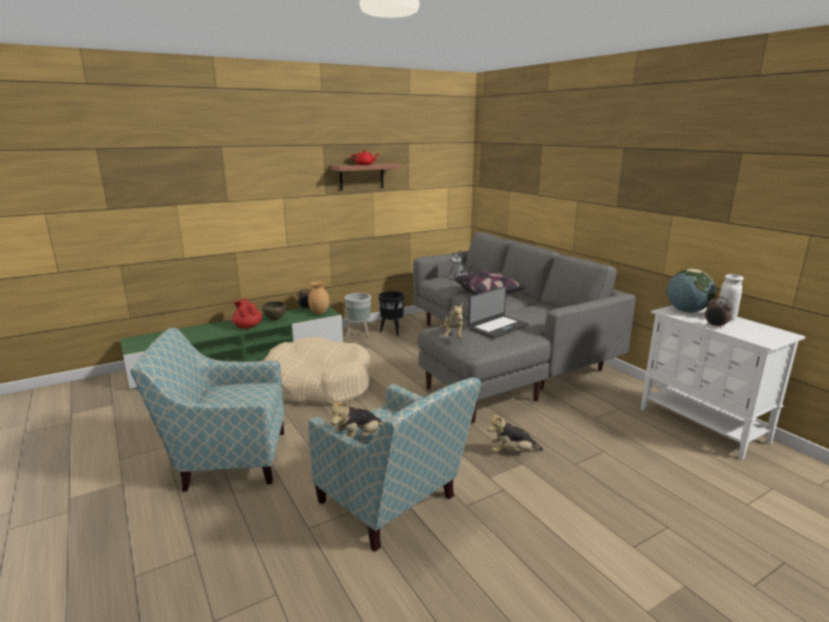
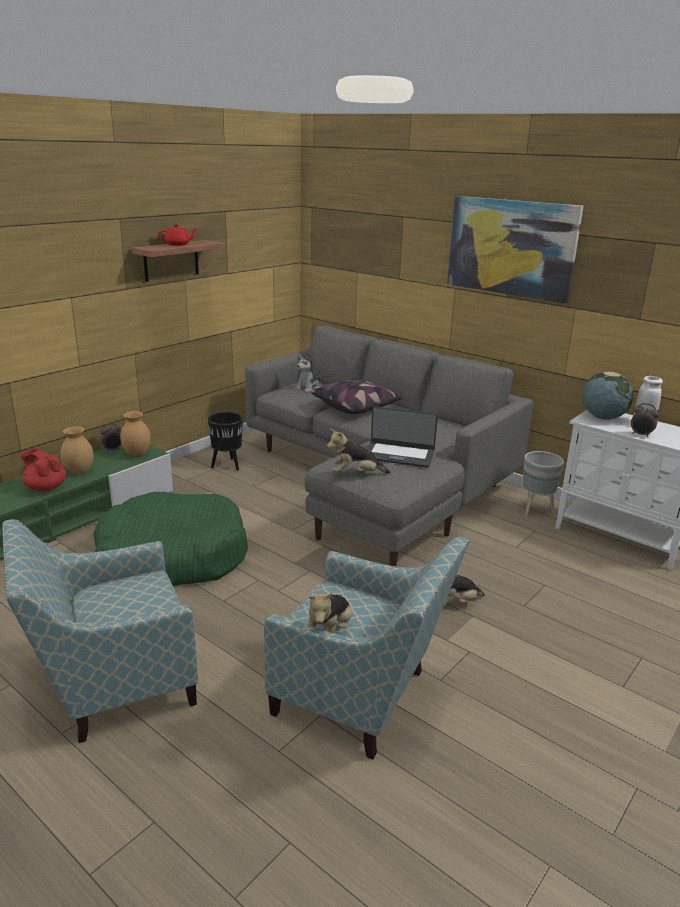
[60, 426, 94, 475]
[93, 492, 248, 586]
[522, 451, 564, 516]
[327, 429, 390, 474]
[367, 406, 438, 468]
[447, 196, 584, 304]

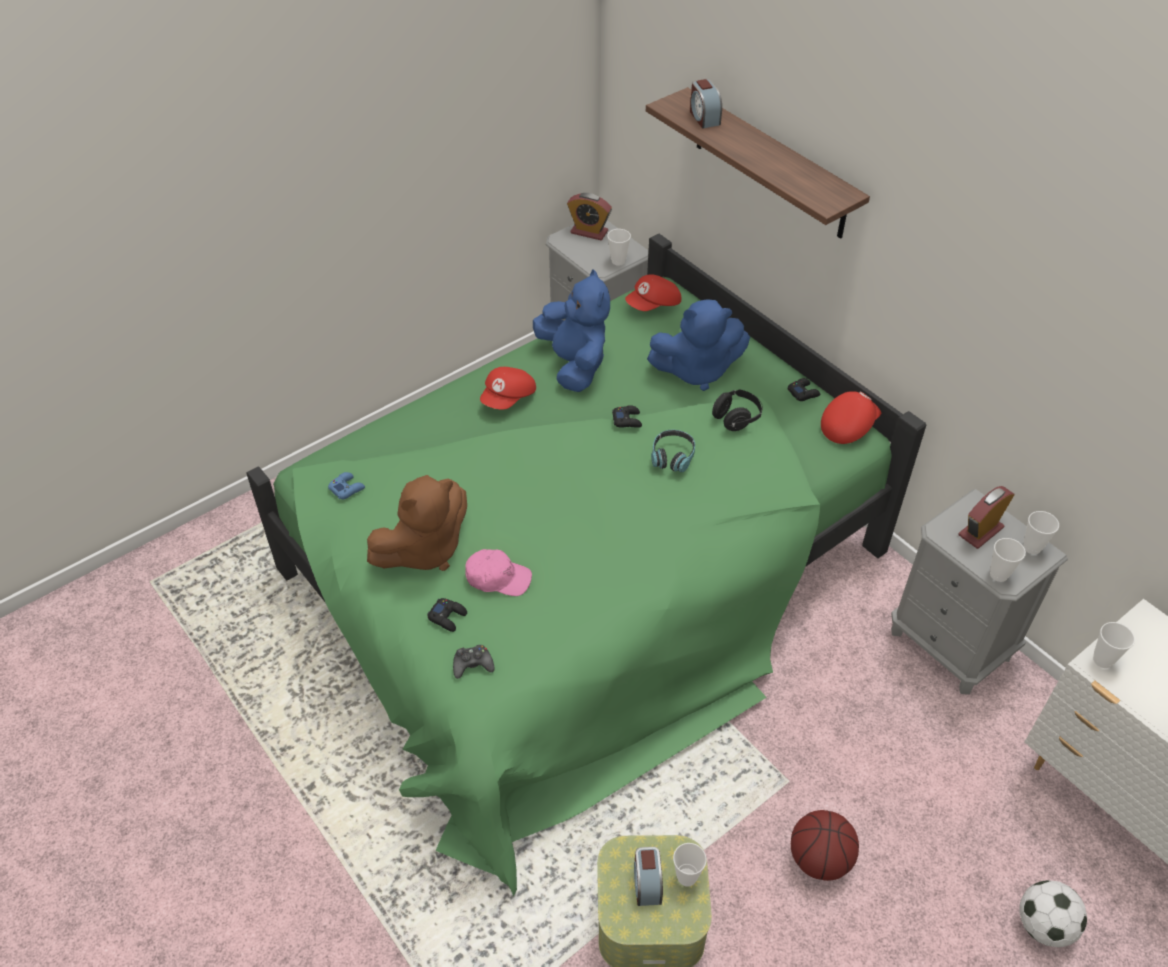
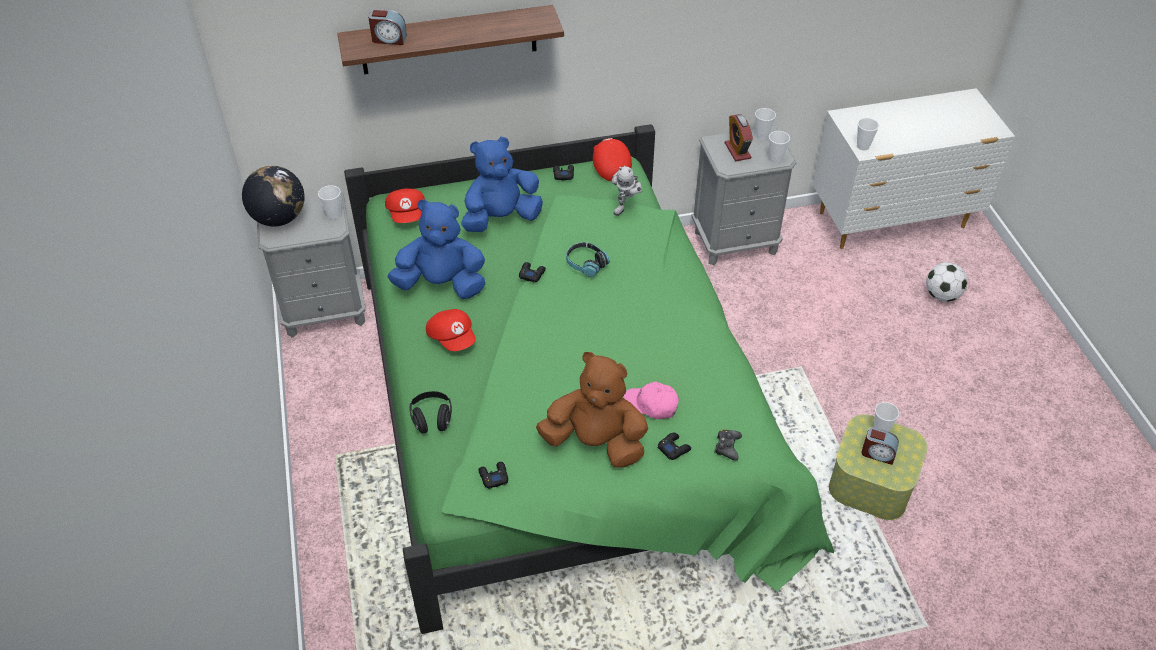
[478, 462, 508, 489]
[536, 352, 648, 468]
[623, 381, 679, 419]
[242, 166, 305, 227]
[461, 137, 543, 232]
[410, 391, 452, 434]
[791, 810, 859, 881] (first image)
[612, 166, 642, 216]

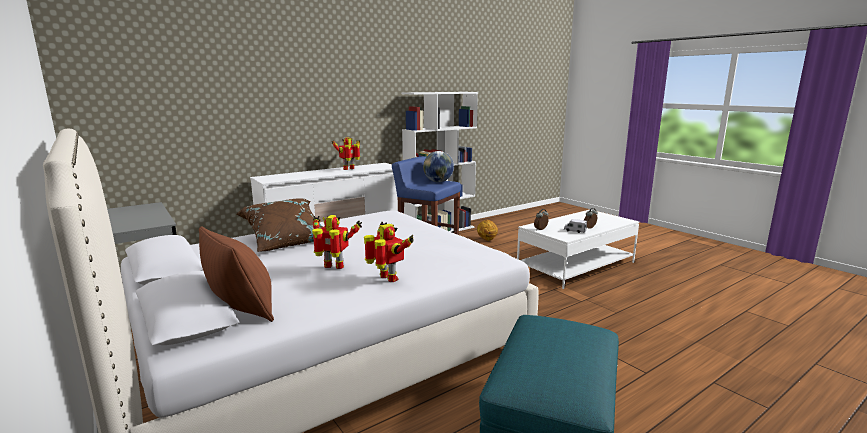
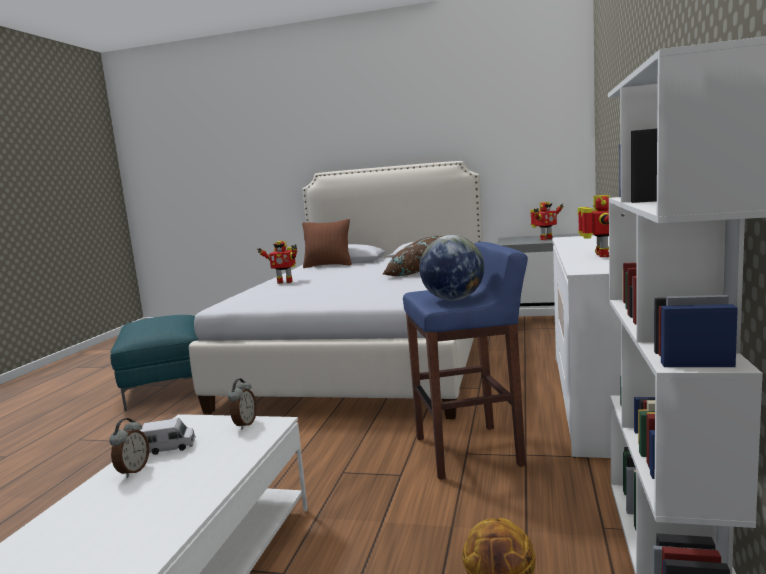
[530, 202, 564, 240]

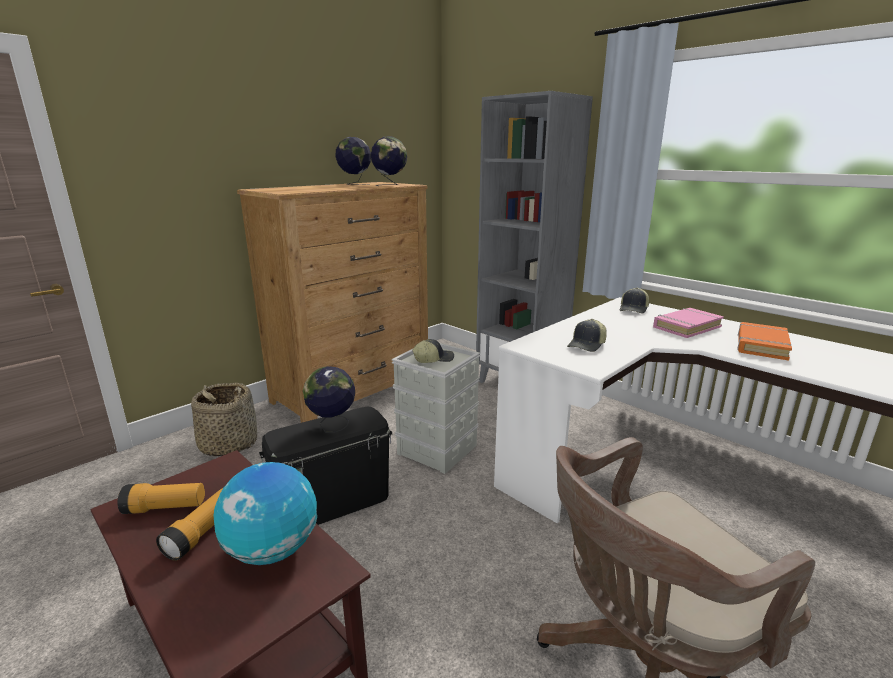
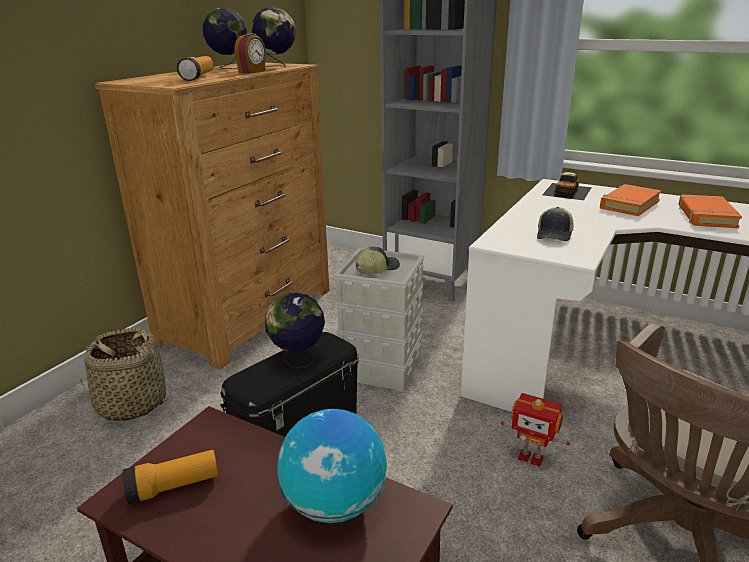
[177, 56, 213, 81]
[542, 172, 592, 200]
[600, 184, 661, 216]
[234, 33, 266, 74]
[501, 393, 570, 467]

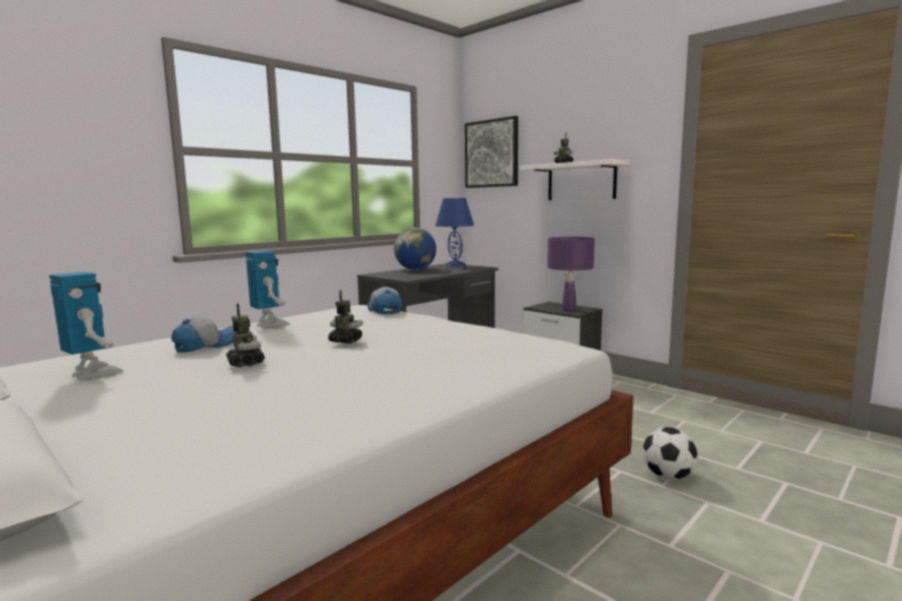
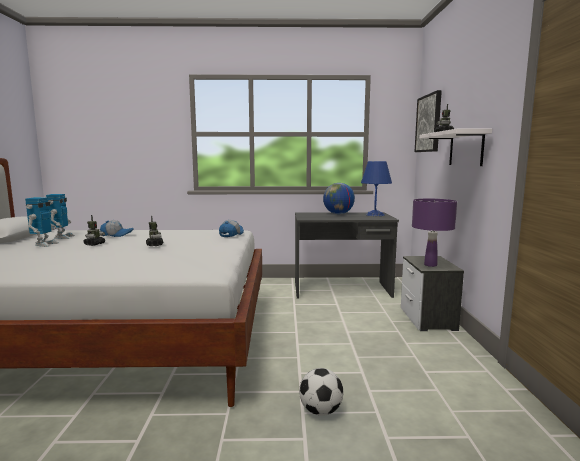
[25, 197, 59, 247]

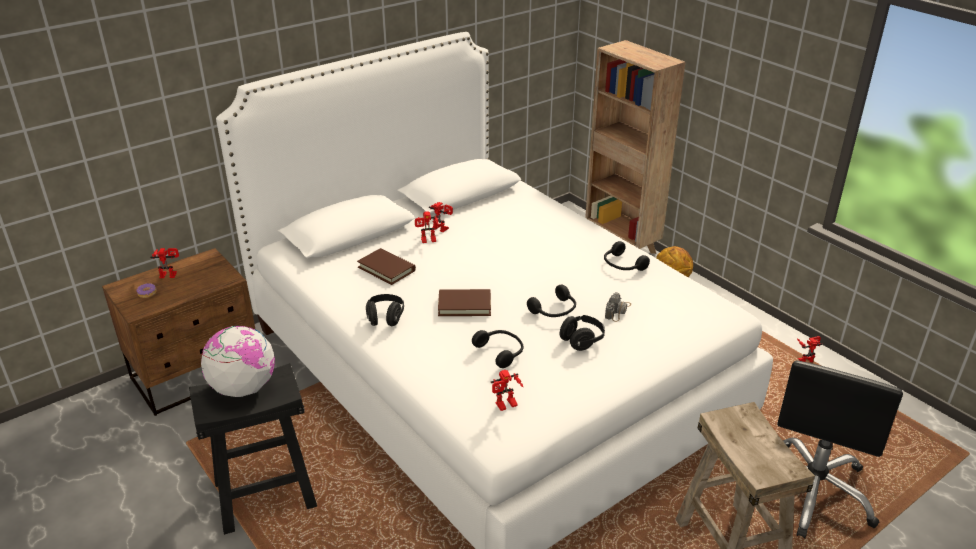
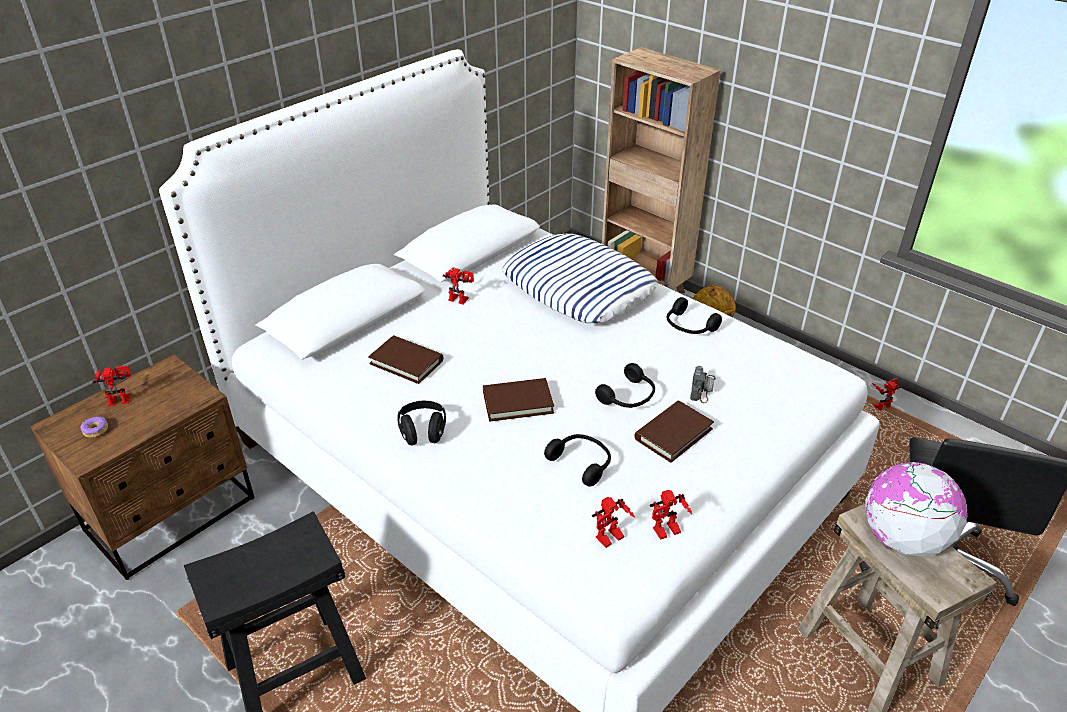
[865, 462, 968, 557]
[650, 490, 692, 540]
[634, 401, 714, 463]
[502, 233, 658, 323]

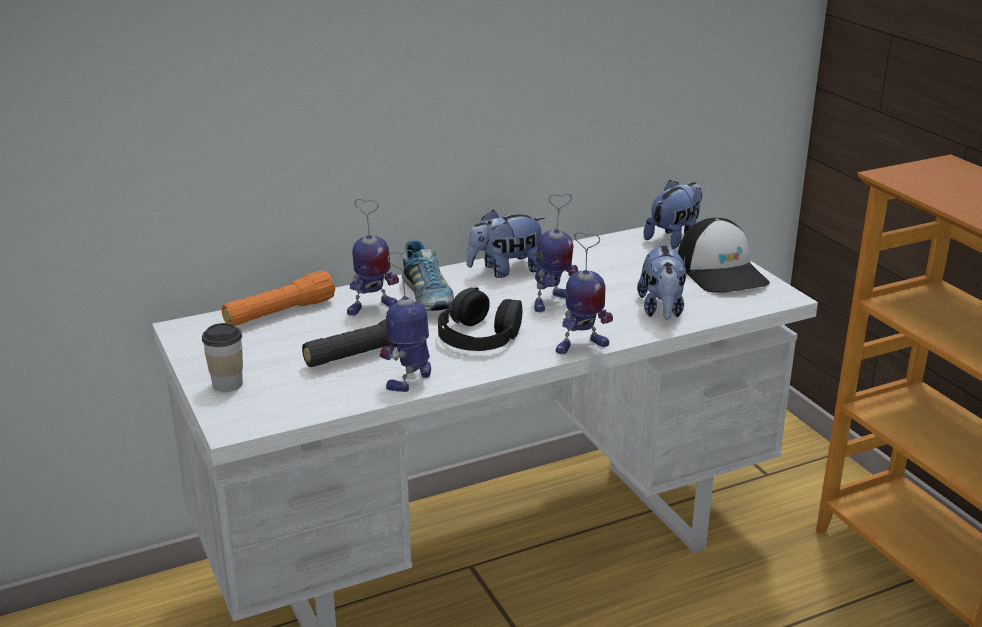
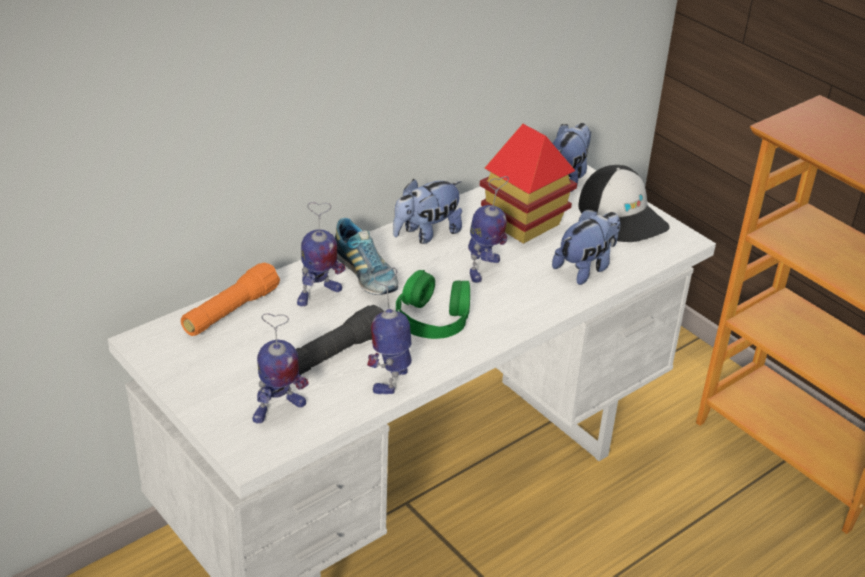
[202, 323, 243, 392] (first image)
[396, 270, 470, 339]
[253, 313, 309, 424]
[552, 209, 620, 285]
[480, 124, 577, 244]

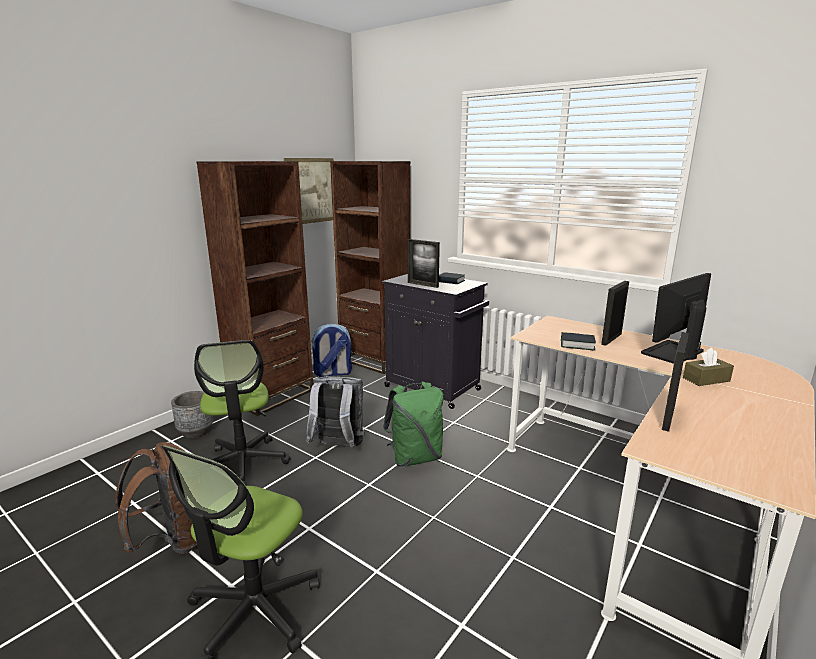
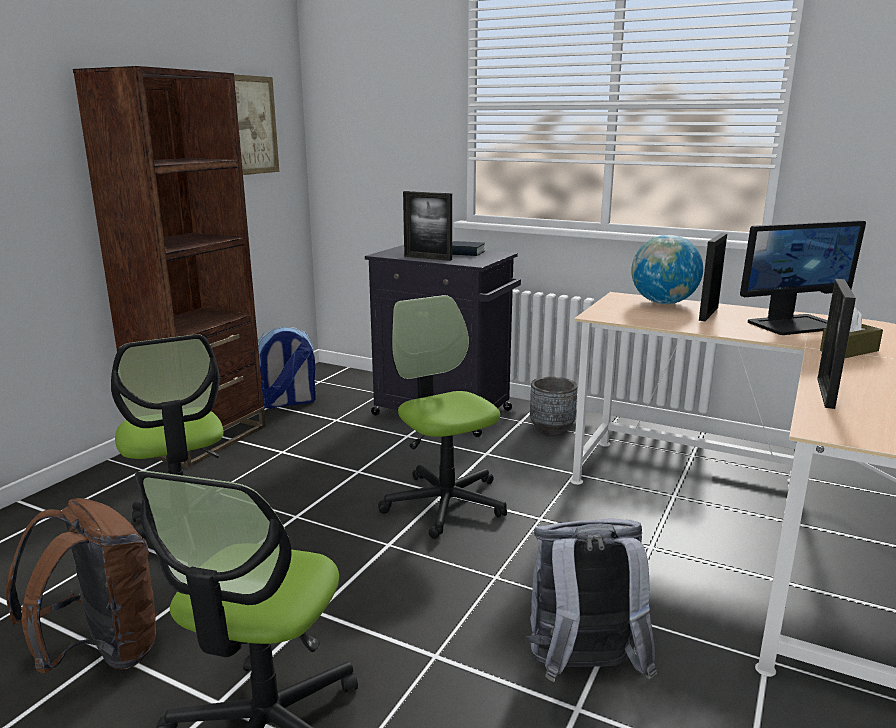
[530, 377, 577, 435]
[525, 518, 657, 682]
[330, 161, 411, 374] (first image)
[378, 295, 507, 539]
[561, 332, 596, 351] (first image)
[740, 220, 866, 335]
[631, 235, 703, 304]

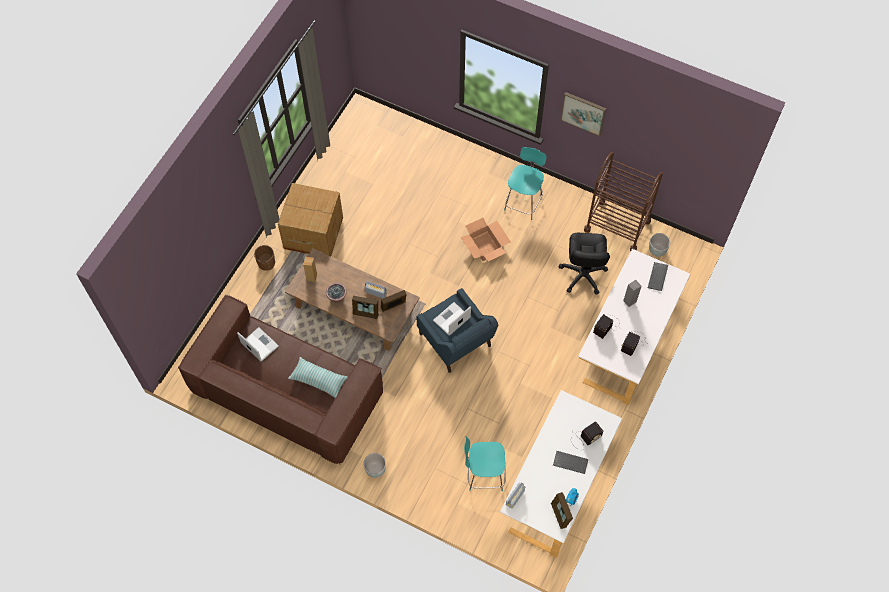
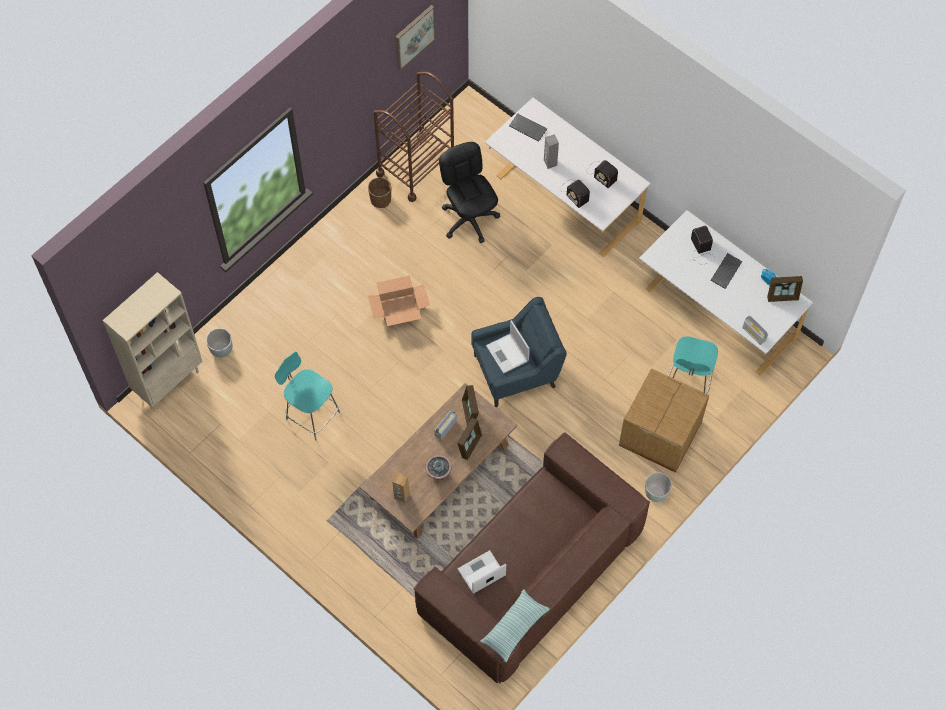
[368, 177, 391, 208]
[619, 368, 709, 473]
[480, 589, 550, 662]
[275, 352, 340, 440]
[439, 142, 500, 243]
[395, 5, 435, 70]
[206, 328, 232, 358]
[103, 272, 203, 409]

